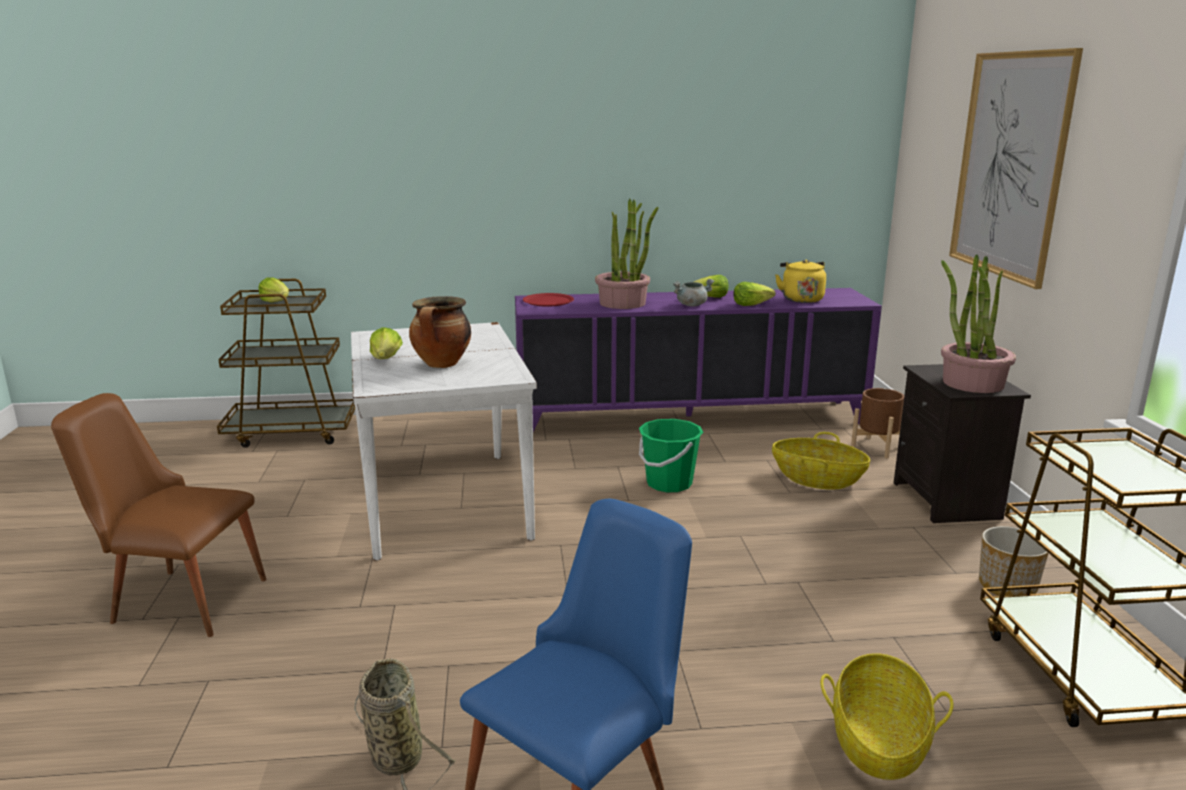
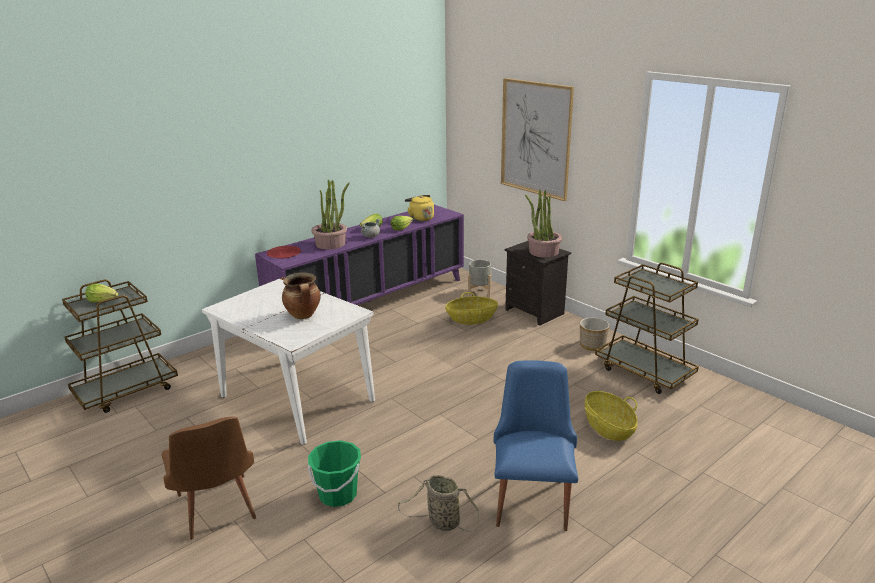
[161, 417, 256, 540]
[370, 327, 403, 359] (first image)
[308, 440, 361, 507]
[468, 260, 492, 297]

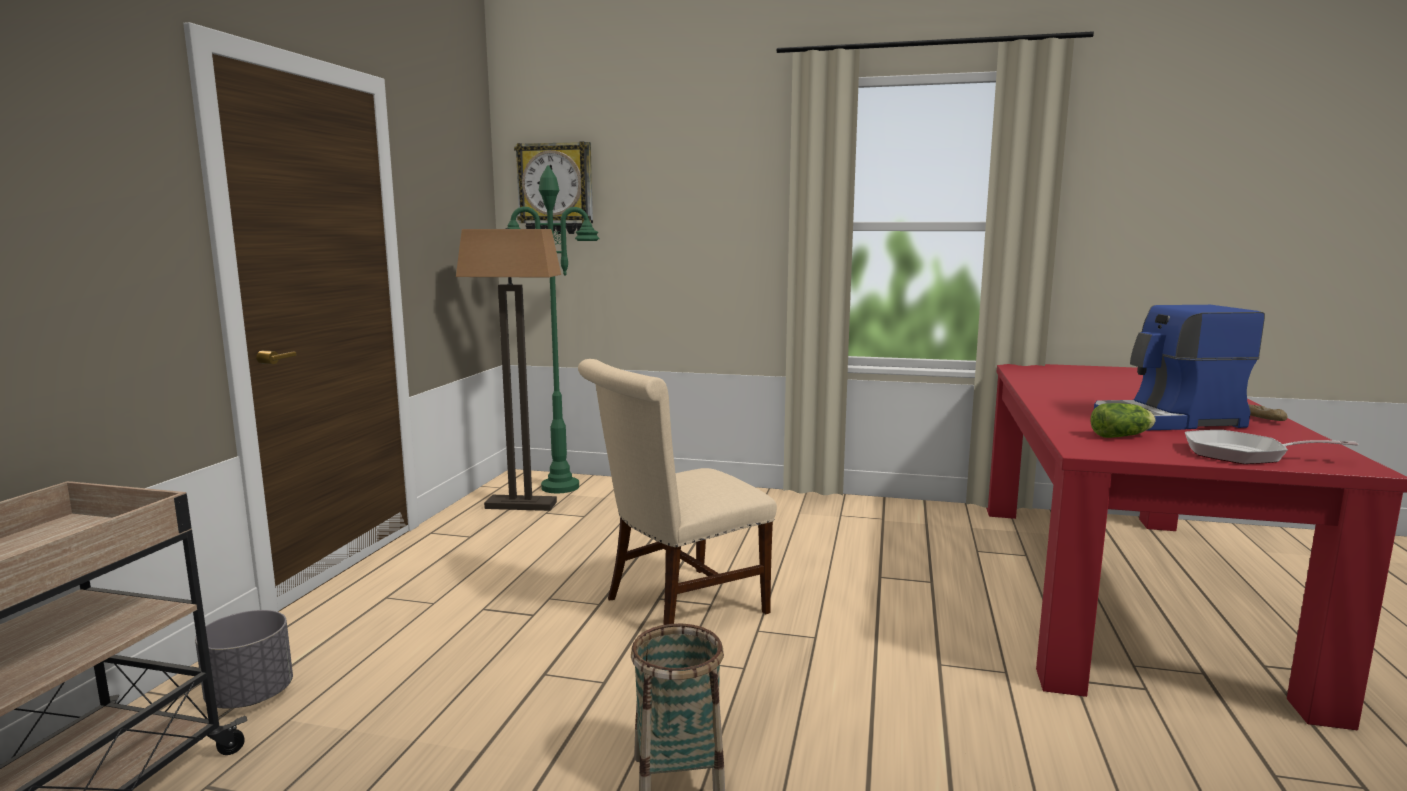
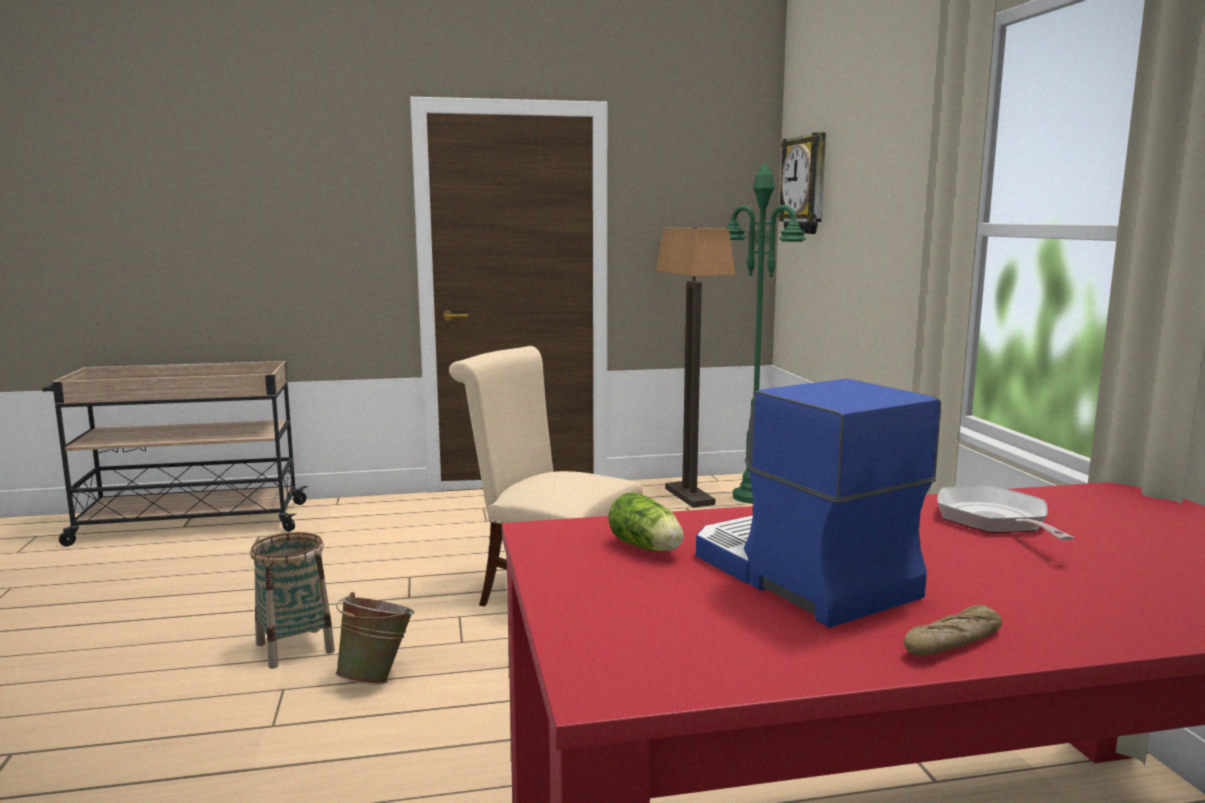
[195, 610, 293, 709] (first image)
[937, 486, 1075, 540]
[335, 592, 414, 685]

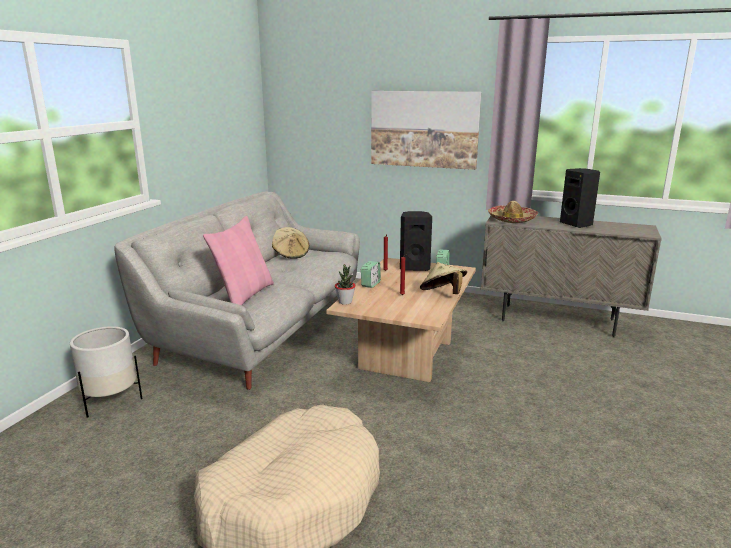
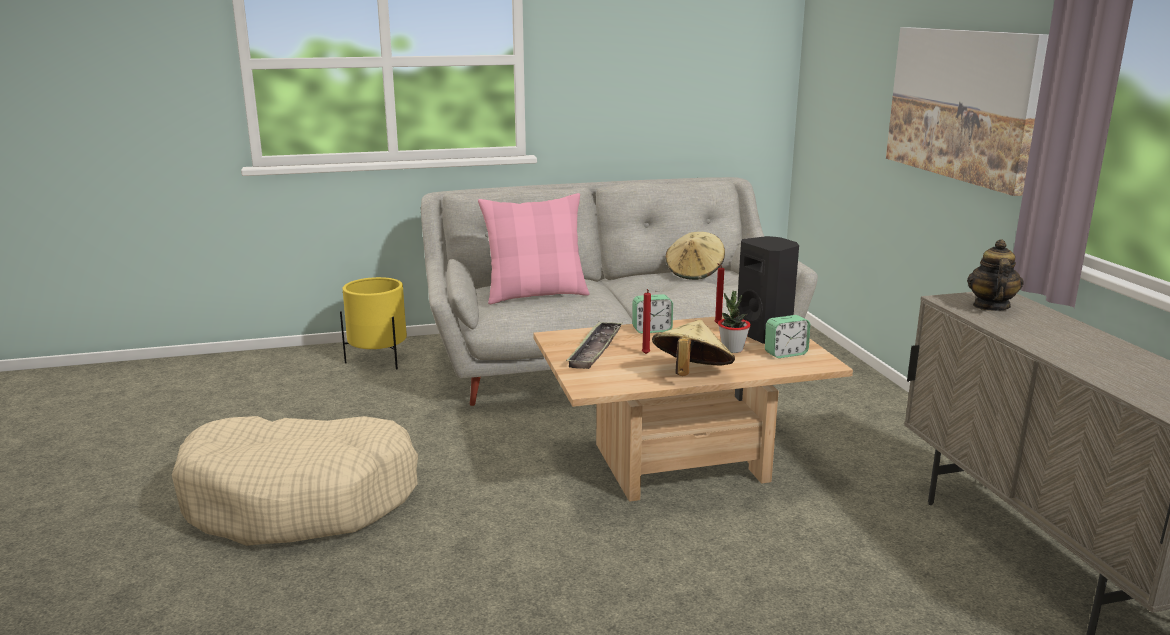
[340, 277, 407, 370]
[718, 291, 751, 353]
[967, 239, 1024, 311]
[560, 168, 600, 228] (first image)
[566, 322, 623, 369]

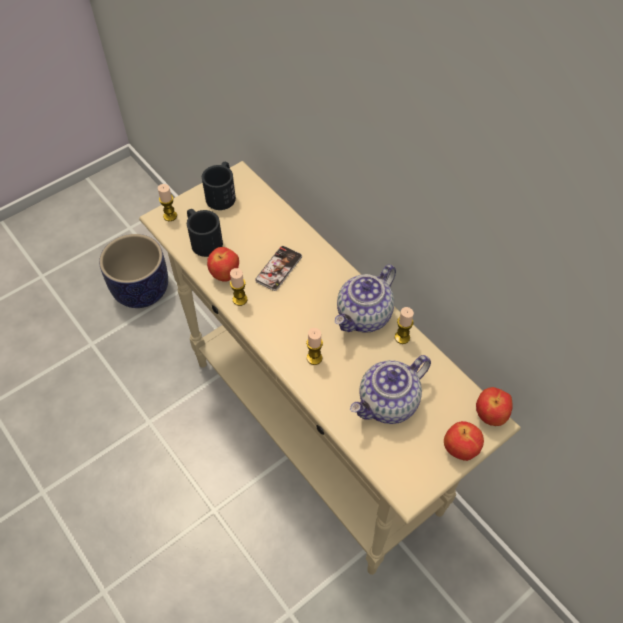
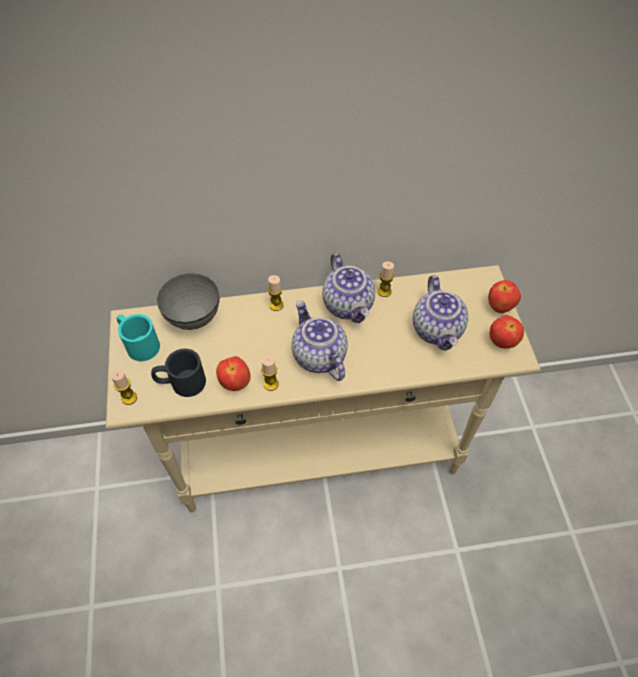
[99, 234, 168, 308] (first image)
[117, 314, 160, 361]
[255, 246, 302, 291] (first image)
[268, 275, 283, 311]
[490, 315, 524, 349]
[157, 273, 220, 330]
[292, 300, 348, 381]

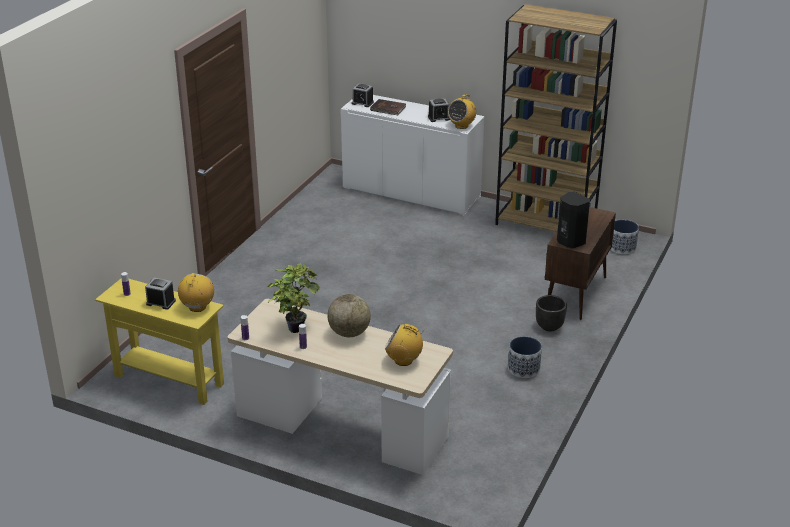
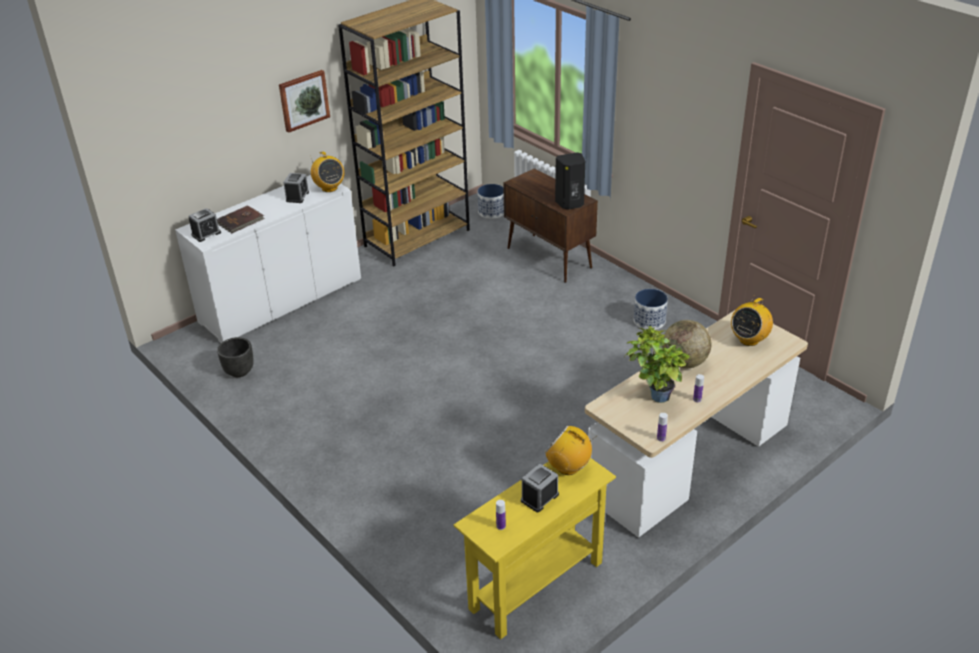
[217, 337, 254, 377]
[279, 70, 330, 133]

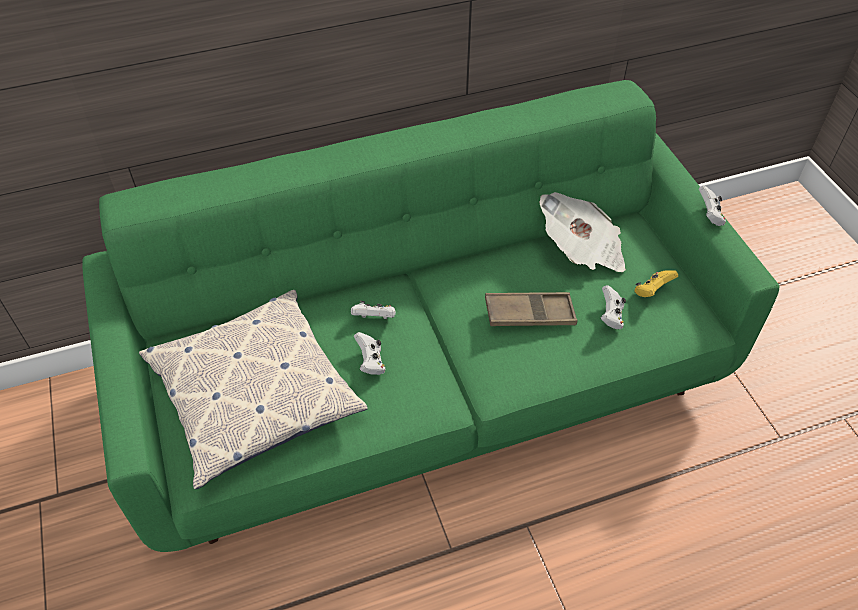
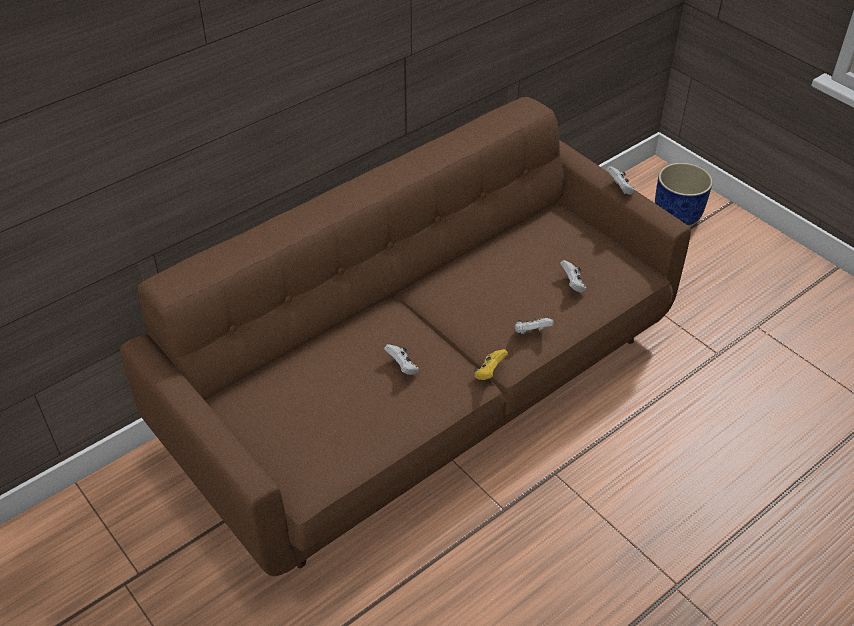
[120, 97, 691, 576]
[139, 290, 368, 489] (first image)
[515, 318, 554, 334]
[485, 292, 577, 326] (first image)
[540, 192, 626, 272] (first image)
[474, 349, 508, 380]
[655, 163, 713, 225]

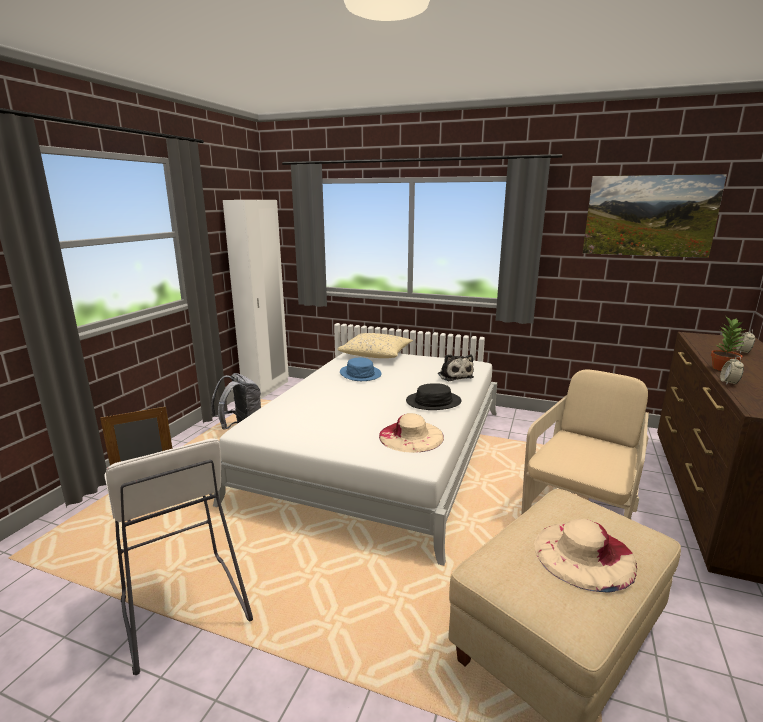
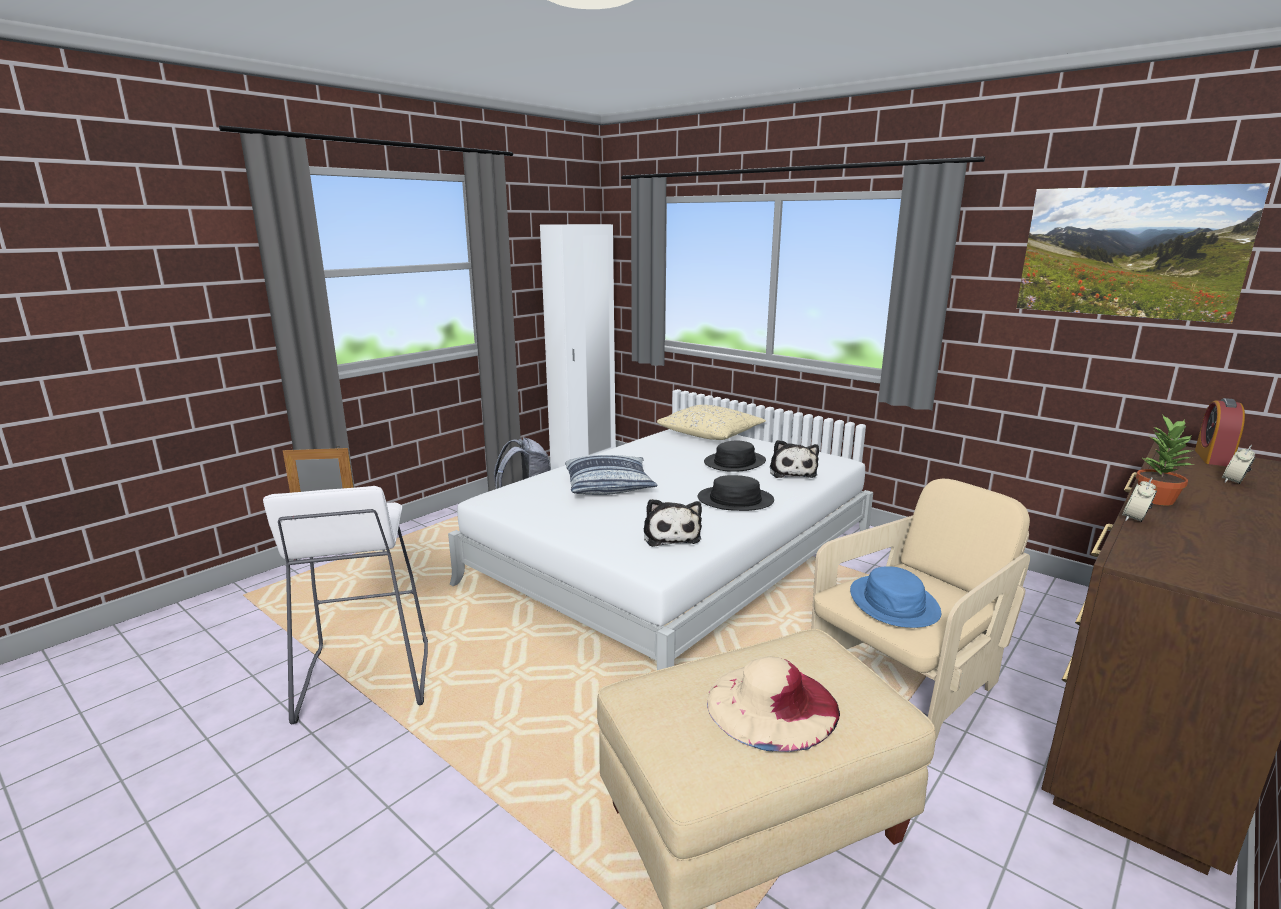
[850, 566, 941, 628]
[643, 499, 702, 547]
[565, 455, 658, 495]
[704, 441, 766, 472]
[1195, 398, 1245, 466]

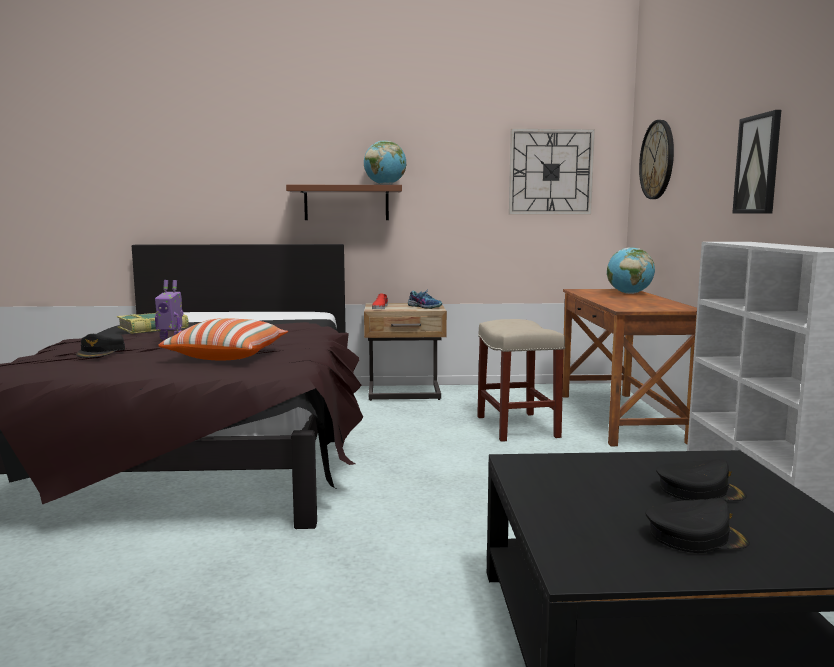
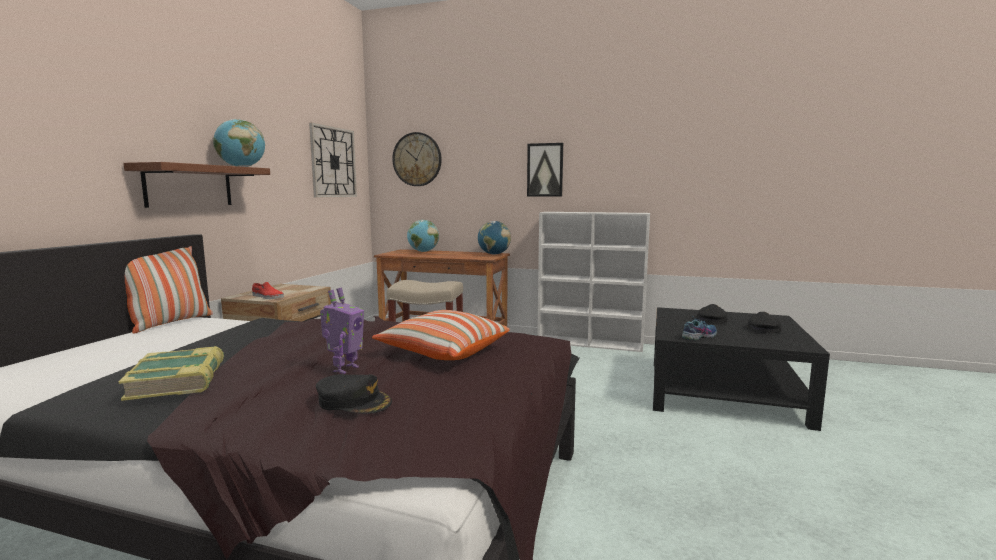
[682, 317, 717, 340]
[125, 246, 213, 334]
[478, 221, 511, 254]

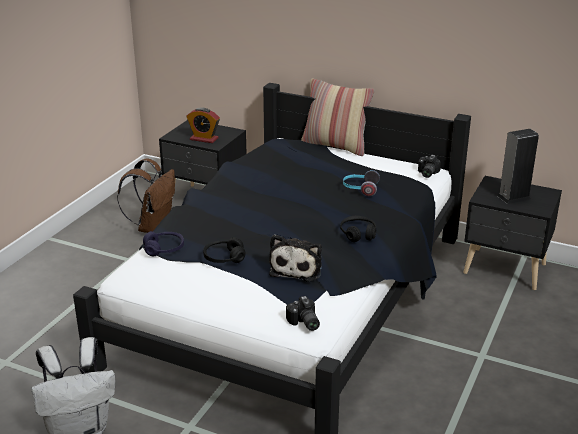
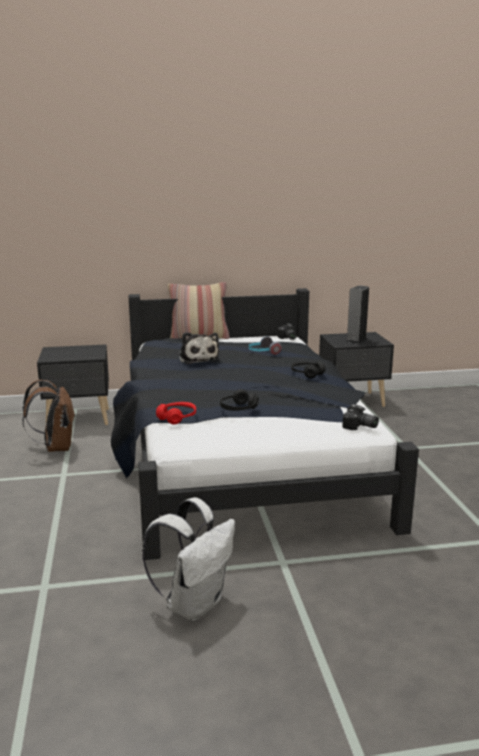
[156, 402, 196, 425]
[186, 107, 220, 143] (first image)
[178, 332, 219, 364]

